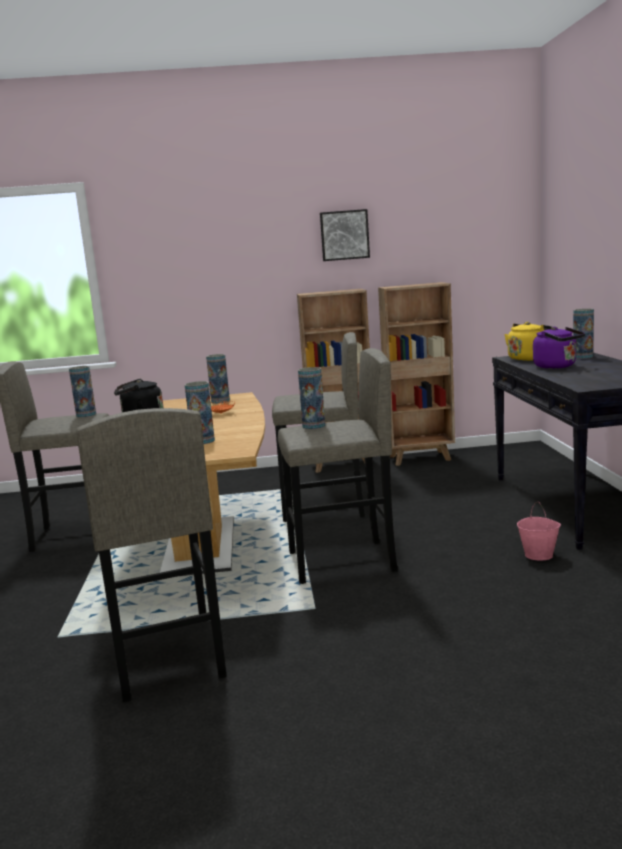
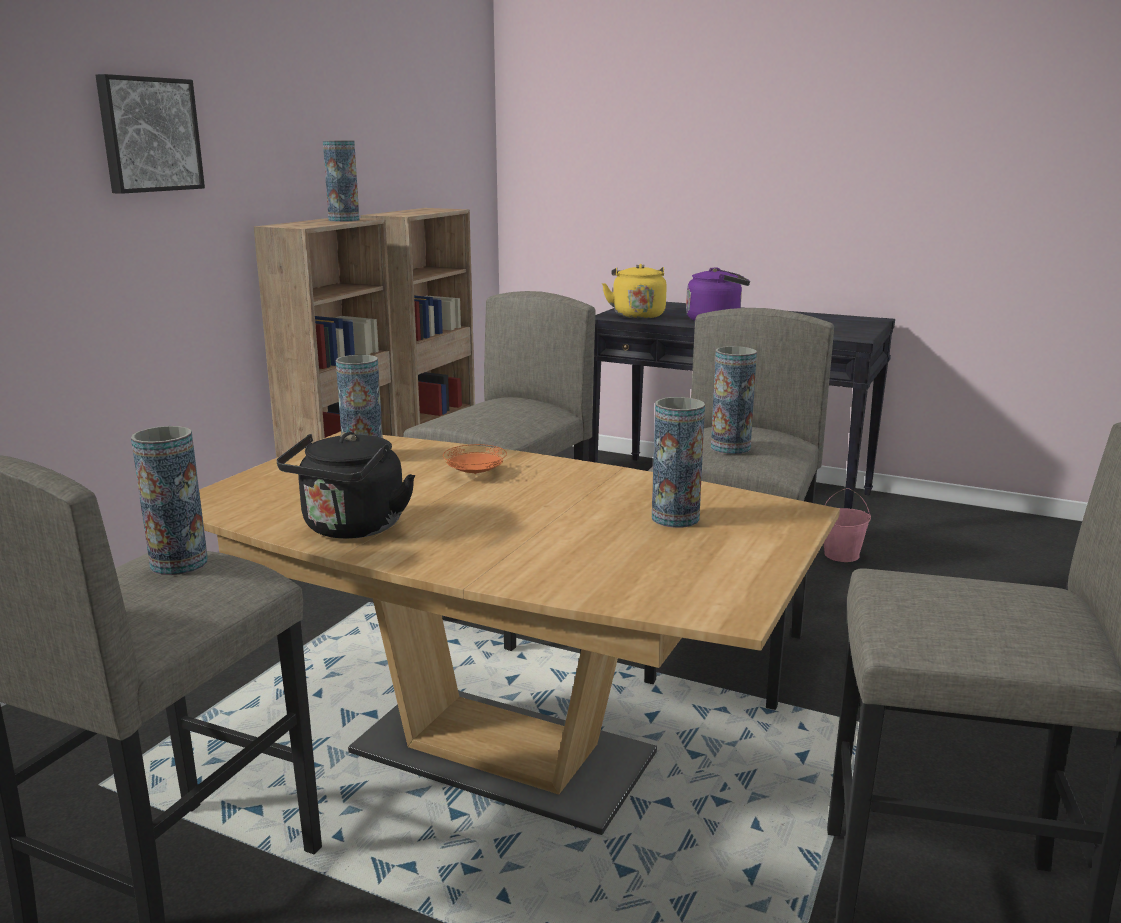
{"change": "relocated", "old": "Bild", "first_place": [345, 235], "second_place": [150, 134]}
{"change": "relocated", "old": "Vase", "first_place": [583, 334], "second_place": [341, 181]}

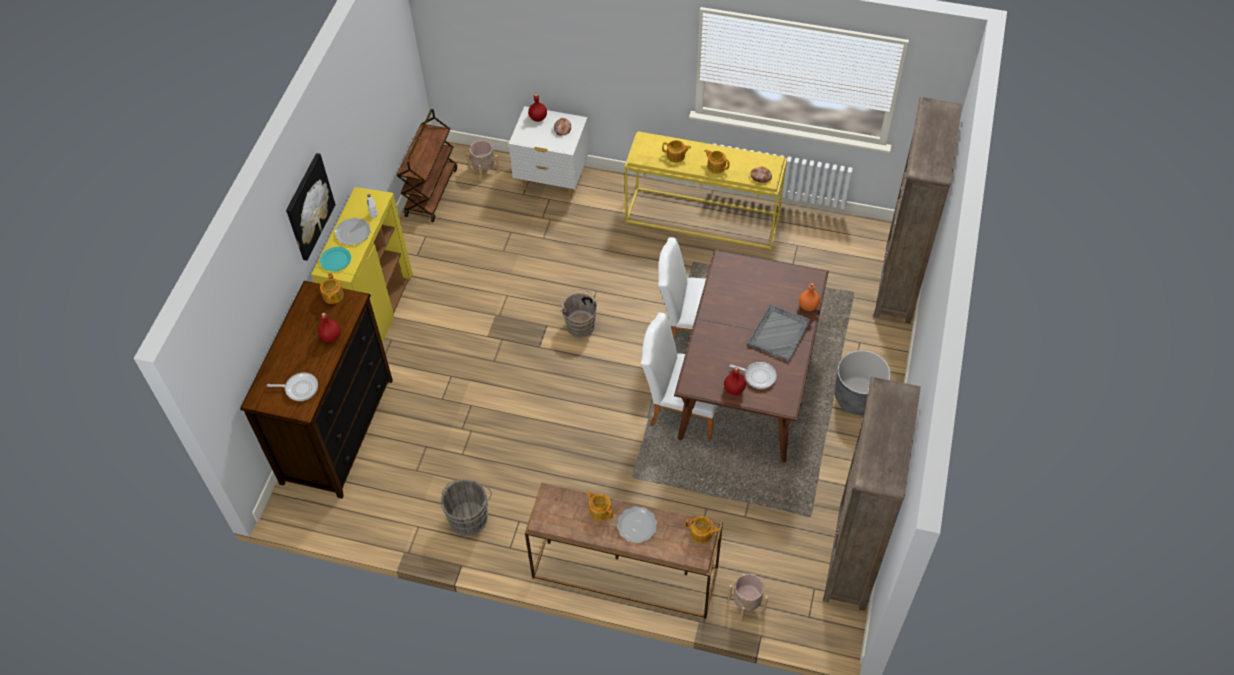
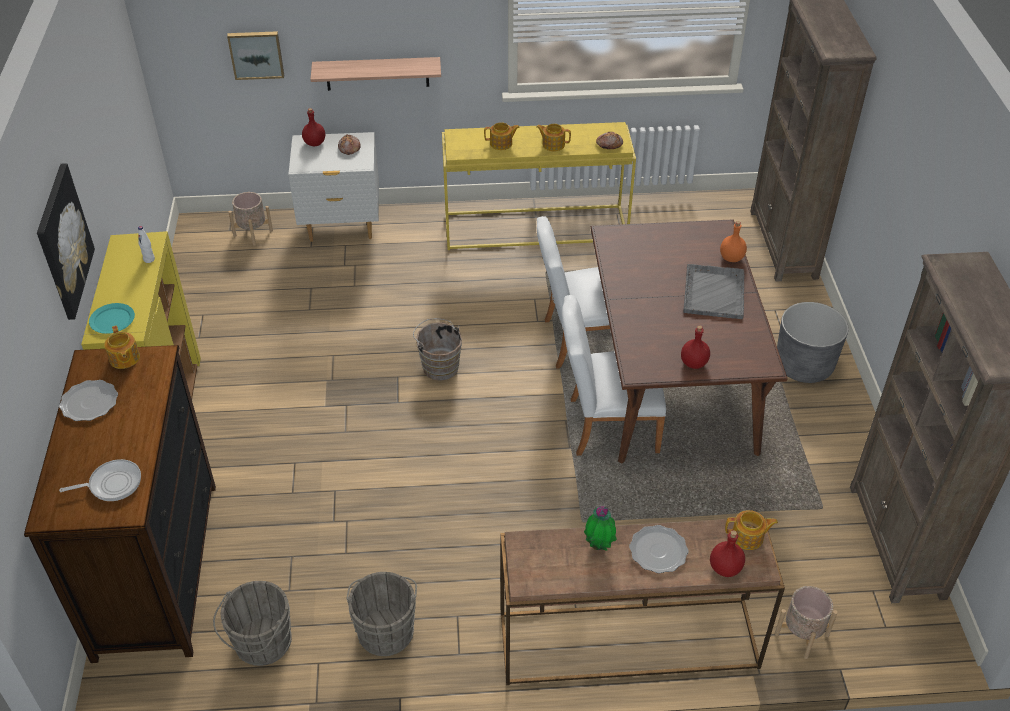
{"change": "relocated", "old": "Flasche (rot)", "first_place": [329, 327], "second_place": [727, 553]}
{"change": "relocated", "old": "Teller", "first_place": [353, 231], "second_place": [88, 400]}
{"change": "missing", "old": "Rollwagen (braun)", "first_place": [427, 165]}
{"change": "exchanged", "old": "Teekanne", "new": "Topfpflanze", "first_place": [599, 506], "second_place": [600, 528]}
{"change": "missing", "old": "Pfanne", "first_place": [753, 375]}
{"change": "appeared", "new": "Eimer (grau)", "second_place": [252, 623]}
{"change": "appeared", "new": "Bild", "second_place": [255, 55]}
{"change": "appeared", "new": "Wandregal", "second_place": [375, 74]}

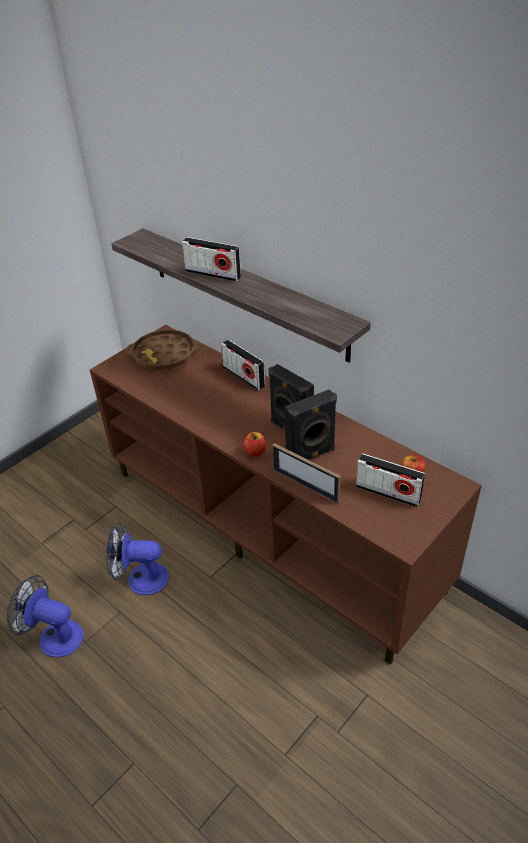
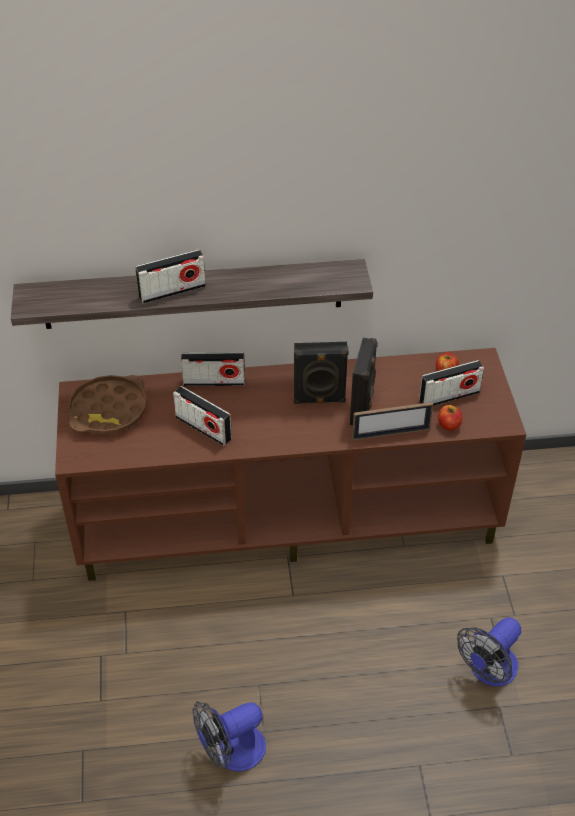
{"change": "relocated", "old": "Ventilator", "first_place": [137, 559], "second_place": [489, 651]}
{"change": "relocated", "old": "Apfel", "first_place": [254, 444], "second_place": [450, 418]}
{"change": "appeared", "new": "Radio", "second_place": [202, 416]}

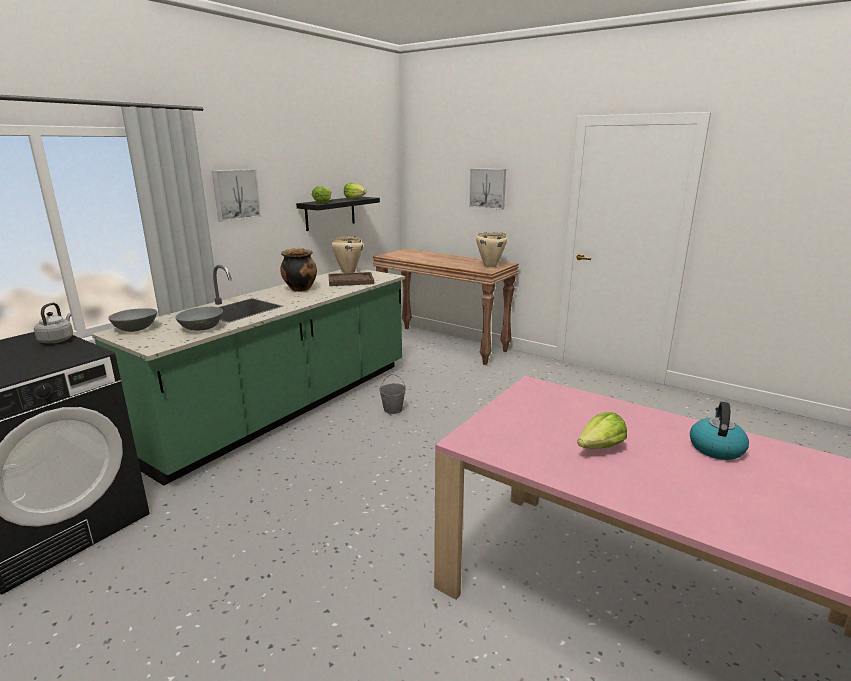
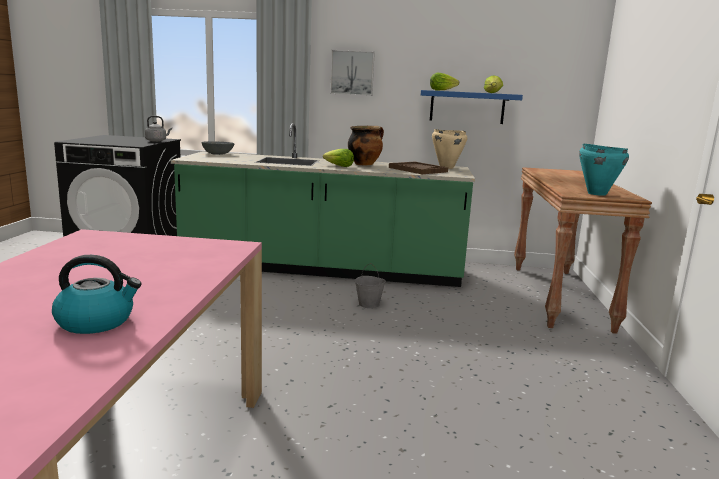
{"change": "missing", "old": "Schüssel (grau)", "first_place": [199, 318]}
{"change": "colour", "old": "Wandregal (schwarz)", "new": "Wandregal (blau)", "first_place": [338, 214], "second_place": [472, 107]}
{"change": "missing", "old": "Bild", "first_place": [487, 189]}
{"change": "colour", "old": "Kochtopf (beige)", "new": "Kochtopf (türkis)", "first_place": [491, 250], "second_place": [604, 170]}
{"change": "relocated", "old": "Salatkopf", "first_place": [602, 430], "second_place": [338, 158]}

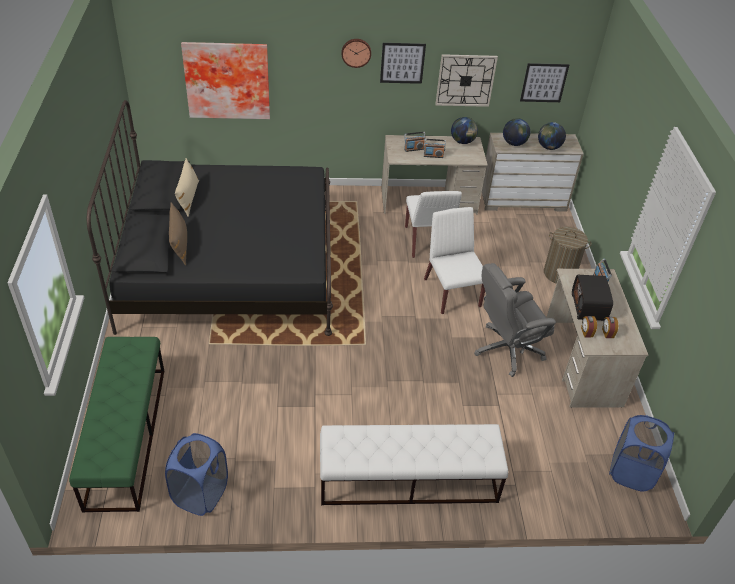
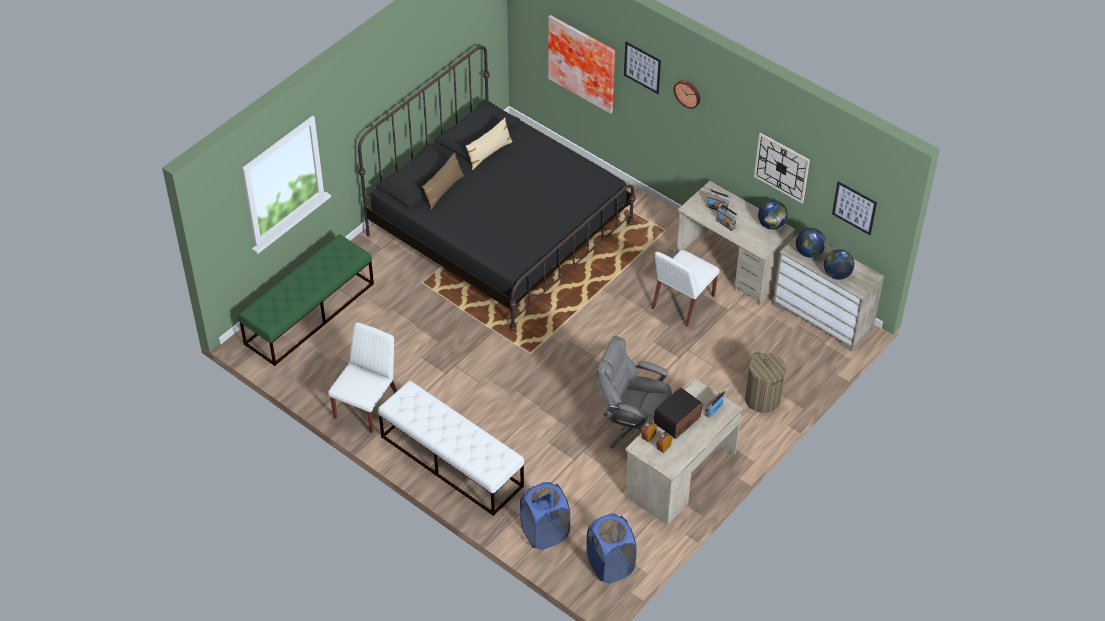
{"change": "relocated", "old": "Wäschekorb (blau)", "first_place": [196, 474], "second_place": [545, 516]}
{"change": "relocated", "old": "Bild", "first_place": [403, 63], "second_place": [642, 68]}
{"change": "relocated", "old": "Stuhl (weiß)", "first_place": [454, 260], "second_place": [362, 377]}

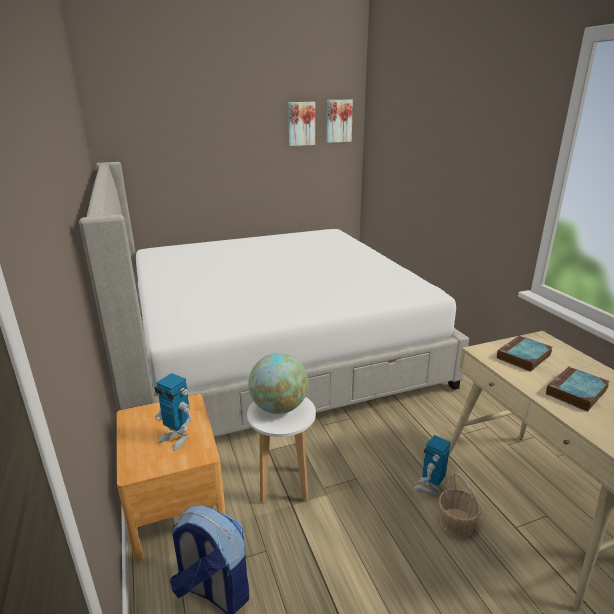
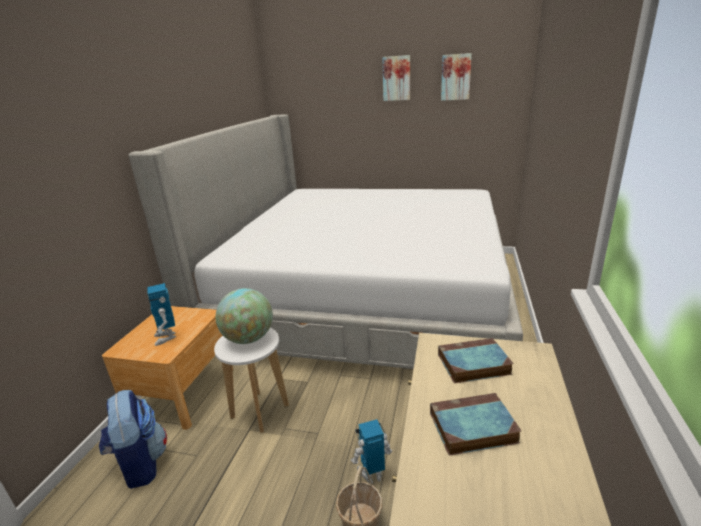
{"change": "relocated", "old": "Bild", "first_place": [340, 121], "second_place": [396, 78]}

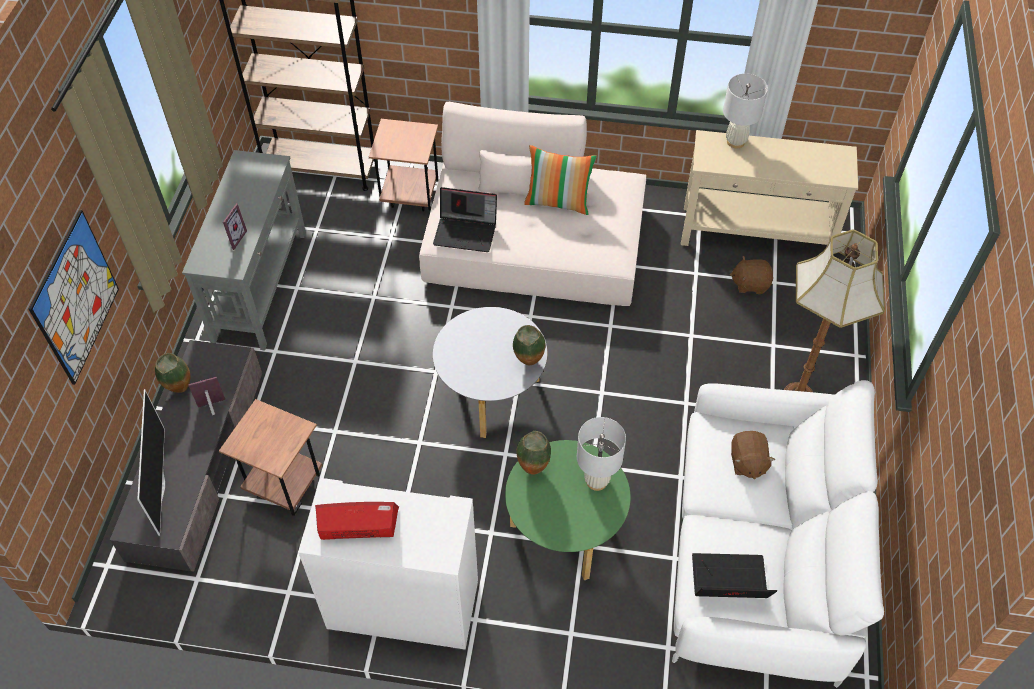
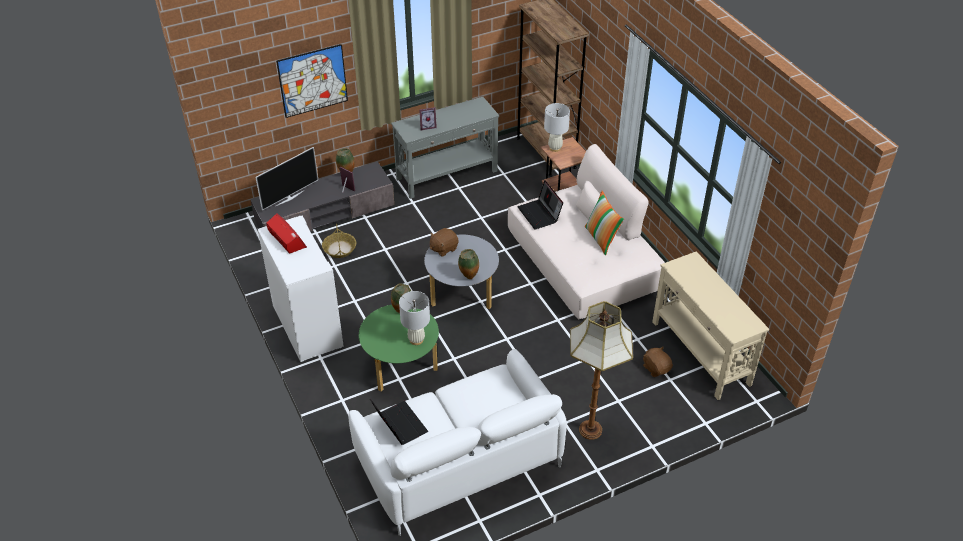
{"change": "exchanged", "old": "Beistelltisch (braun)", "new": "Korb", "first_place": [270, 457], "second_place": [339, 240]}
{"change": "relocated", "old": "Tischlampe (weiß)", "first_place": [745, 110], "second_place": [557, 127]}
{"change": "relocated", "old": "Plüschtier (braun)", "first_place": [753, 455], "second_place": [444, 242]}

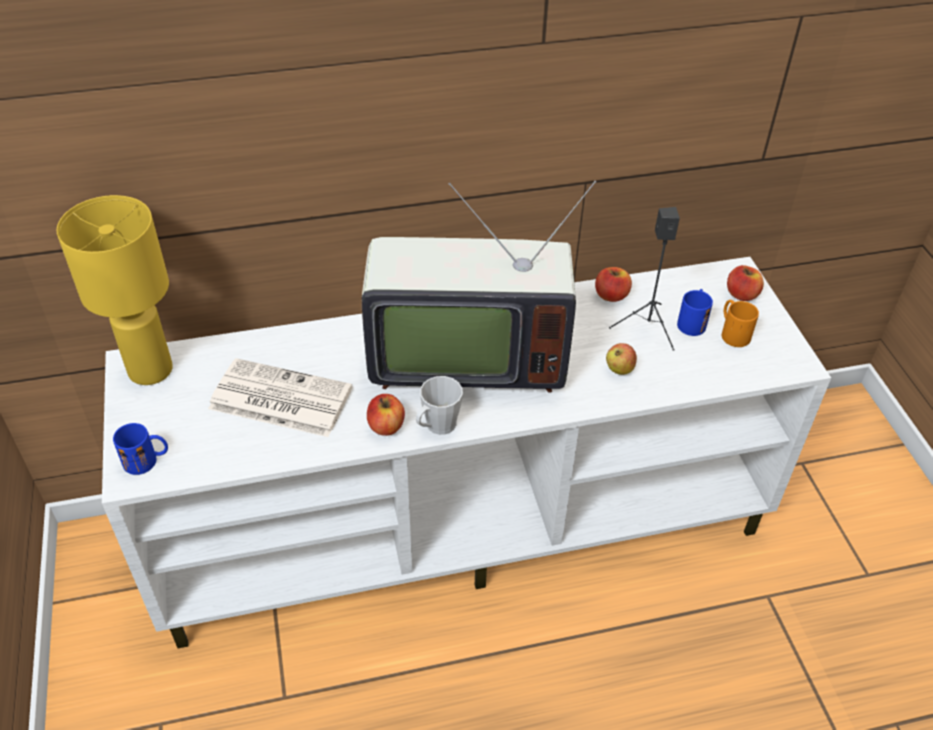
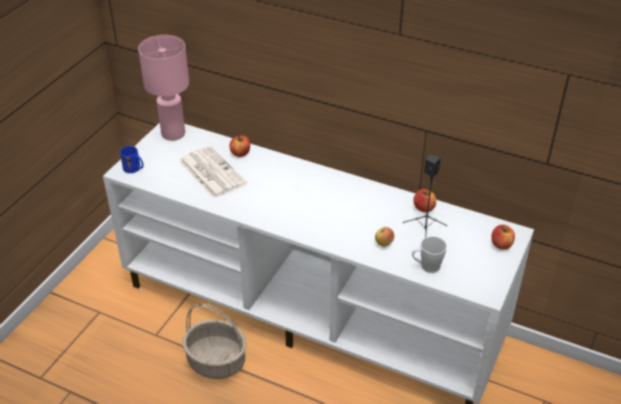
{"change": "colour", "old": "Tischlampe (gelb)", "new": "Tischlampe (rosa)", "first_place": [114, 290], "second_place": [163, 88]}
{"change": "missing", "old": "Fernseher", "first_place": [479, 287]}
{"change": "relocated", "old": "Apfel", "first_place": [386, 415], "second_place": [240, 146]}
{"change": "relocated", "old": "Henkelbecher (grau)", "first_place": [439, 405], "second_place": [429, 254]}
{"change": "missing", "old": "Henkelbecher (blau)", "first_place": [695, 312]}
{"change": "missing", "old": "Henkelbecher (orange)", "first_place": [740, 323]}
{"change": "appeared", "new": "Korb", "second_place": [214, 341]}

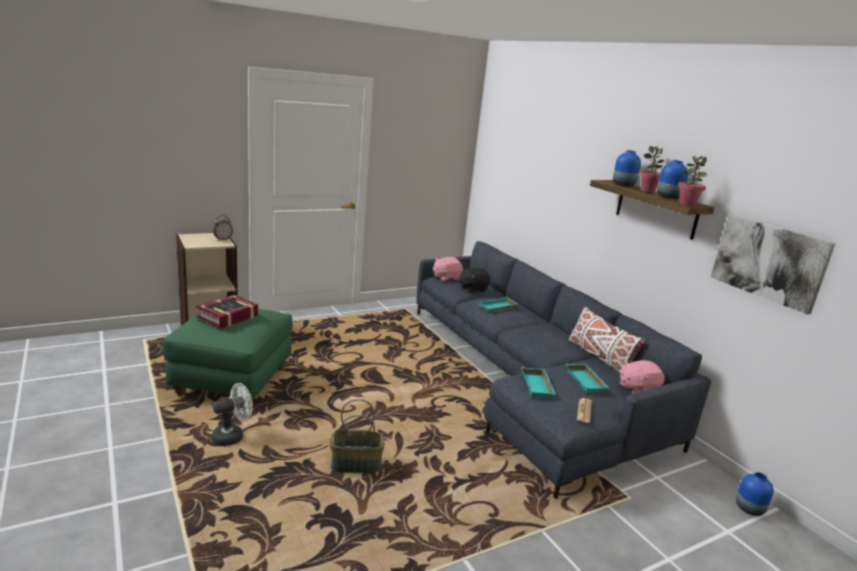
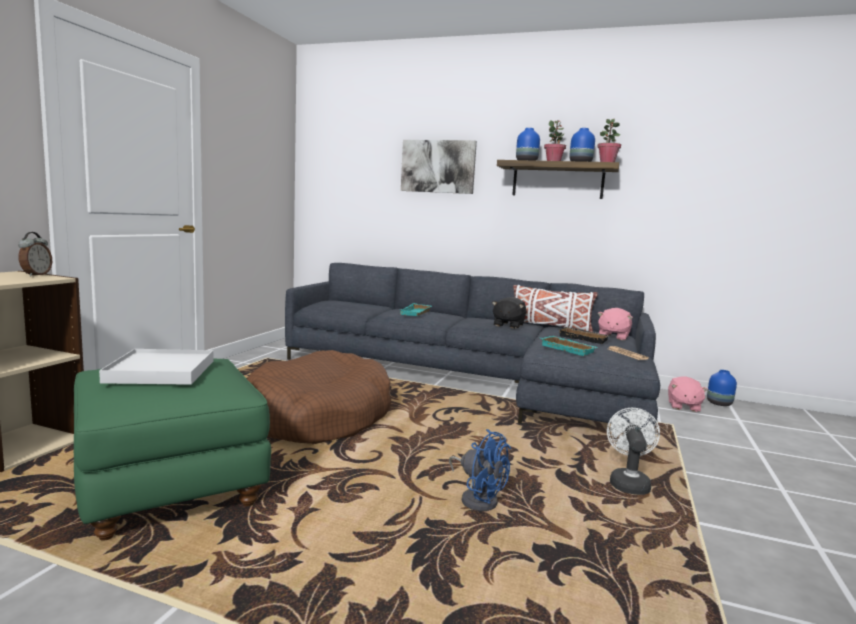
{"change": "exchanged", "old": "Buch", "new": "Tablett (weiß)", "first_place": [227, 312], "second_place": [156, 367]}
{"change": "relocated", "old": "Ventilator (weiß)", "first_place": [232, 414], "second_place": [633, 451]}
{"change": "exchanged", "old": "Korb", "new": "Ventilator (blau)", "first_place": [358, 436], "second_place": [480, 470]}
{"change": "relocated", "old": "Plüschtier (rosa)", "first_place": [448, 269], "second_place": [688, 394]}
{"change": "relocated", "old": "Plüschtier (schwarz)", "first_place": [474, 280], "second_place": [509, 313]}
{"change": "colour", "old": "Tablett (türkis)", "new": "Tablett (schwarz)", "first_place": [587, 378], "second_place": [584, 335]}
{"change": "relocated", "old": "Bild", "first_place": [773, 265], "second_place": [439, 167]}
{"change": "appeared", "new": "Hundebett (braun)", "second_place": [319, 397]}

